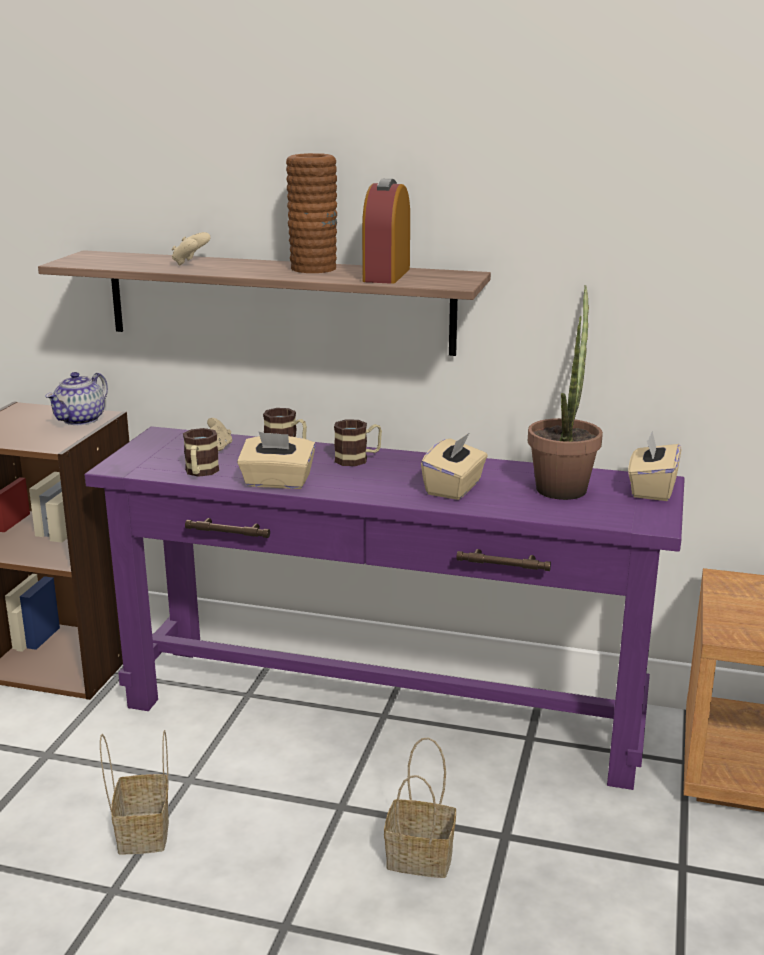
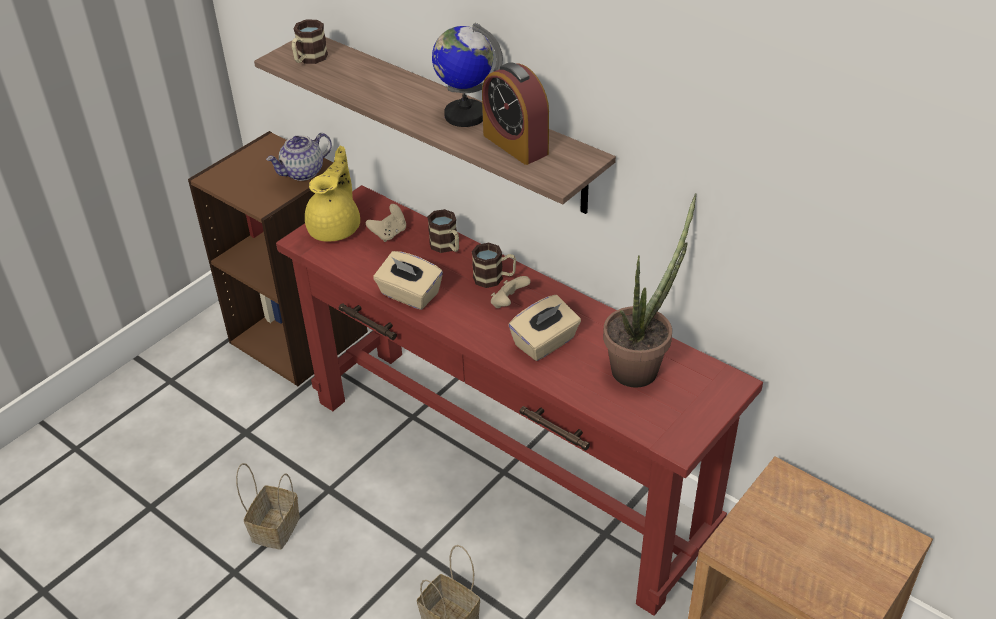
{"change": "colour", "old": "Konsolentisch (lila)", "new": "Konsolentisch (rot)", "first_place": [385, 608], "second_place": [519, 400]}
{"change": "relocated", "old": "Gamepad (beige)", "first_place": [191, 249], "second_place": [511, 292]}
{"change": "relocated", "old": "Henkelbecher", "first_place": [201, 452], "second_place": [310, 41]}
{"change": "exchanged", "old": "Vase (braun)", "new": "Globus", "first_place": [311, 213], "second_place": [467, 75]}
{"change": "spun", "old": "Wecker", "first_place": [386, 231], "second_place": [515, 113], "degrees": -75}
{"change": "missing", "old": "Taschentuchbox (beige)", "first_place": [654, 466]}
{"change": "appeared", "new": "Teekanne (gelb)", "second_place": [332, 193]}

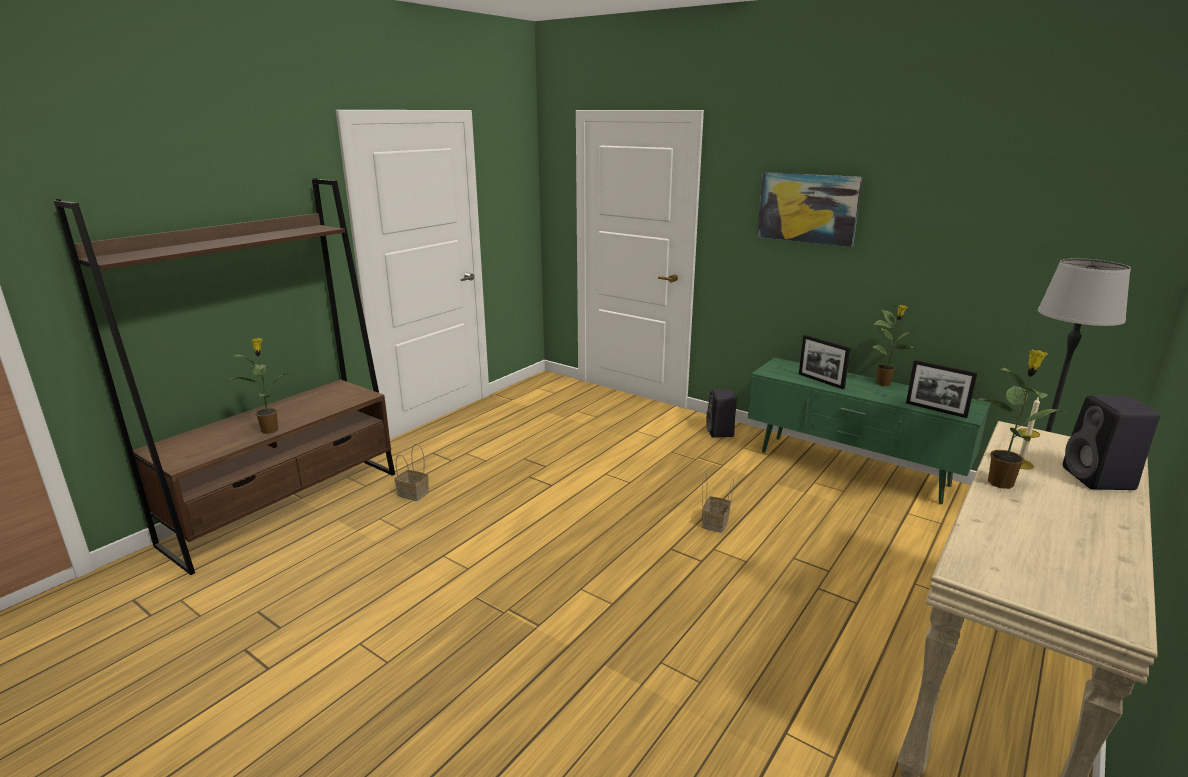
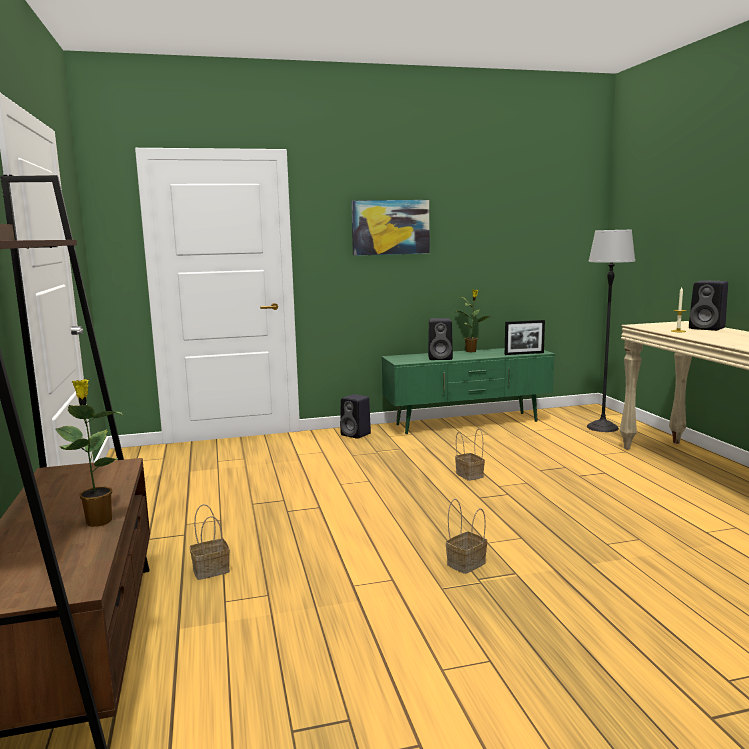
{"change": "exchanged", "old": "Bilderrahmen", "new": "Lautsprecher (schwarz)", "first_place": [825, 362], "second_place": [440, 339]}
{"change": "missing", "old": "Topfpflanze", "first_place": [1022, 419]}
{"change": "appeared", "new": "Korb", "second_place": [466, 536]}

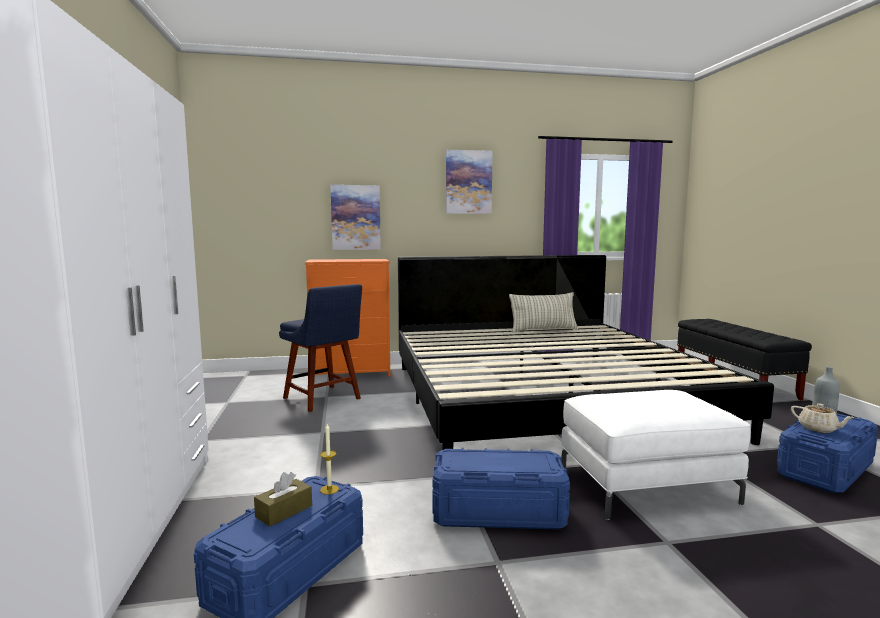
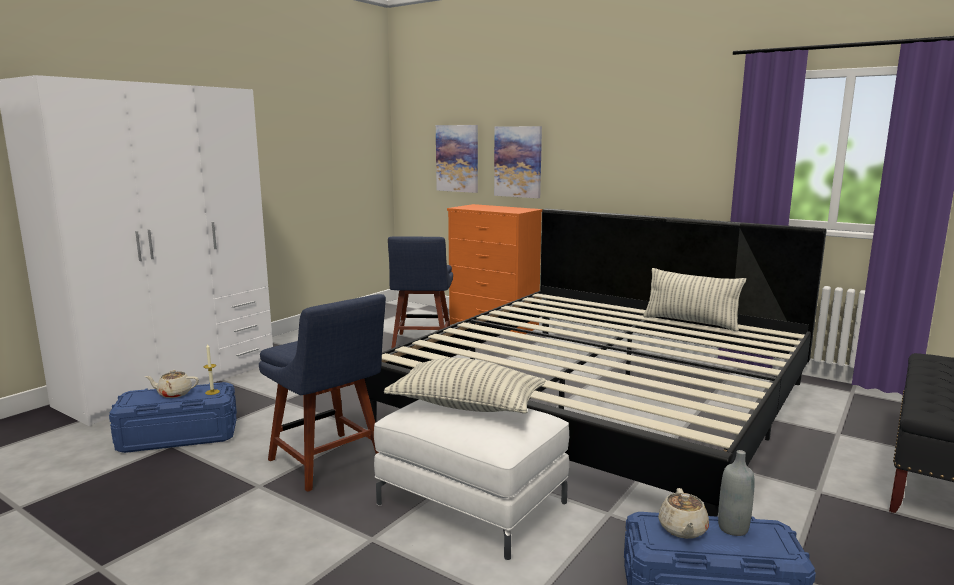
{"change": "exchanged", "old": "Taschentuchbox (braun)", "new": "Teekanne (beige)", "first_place": [283, 499], "second_place": [171, 384]}
{"change": "exchanged", "old": "Aufbewahrungsbox (blau)", "new": "Stuhl (blau)", "first_place": [501, 488], "second_place": [322, 393]}
{"change": "relocated", "old": "Bild", "first_place": [469, 182], "second_place": [457, 159]}
{"change": "appeared", "new": "Kissen", "second_place": [465, 386]}

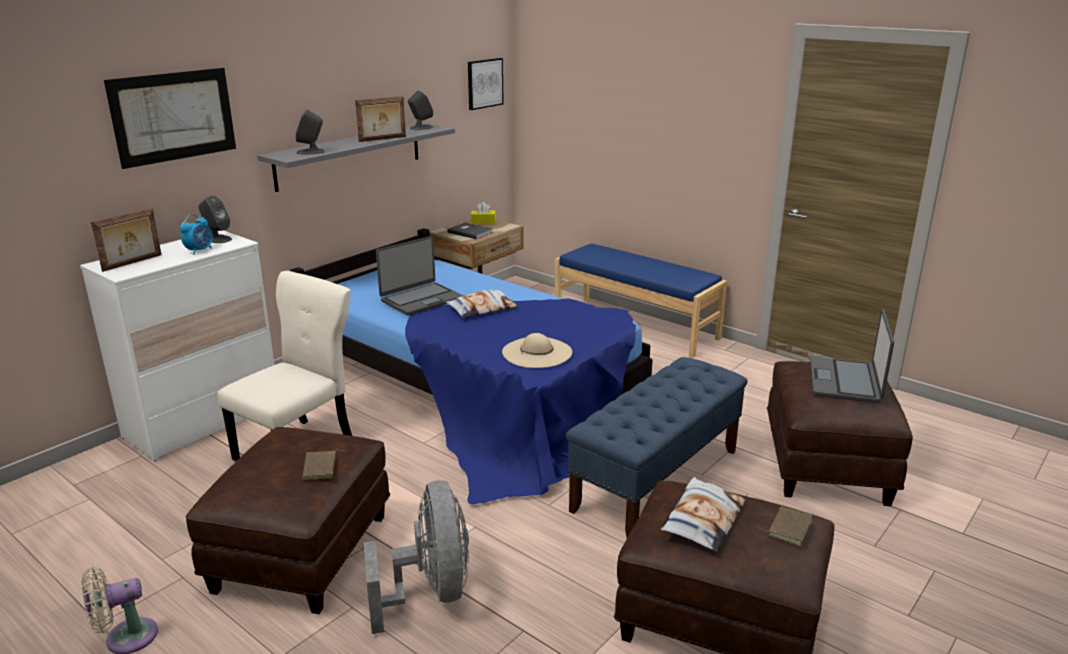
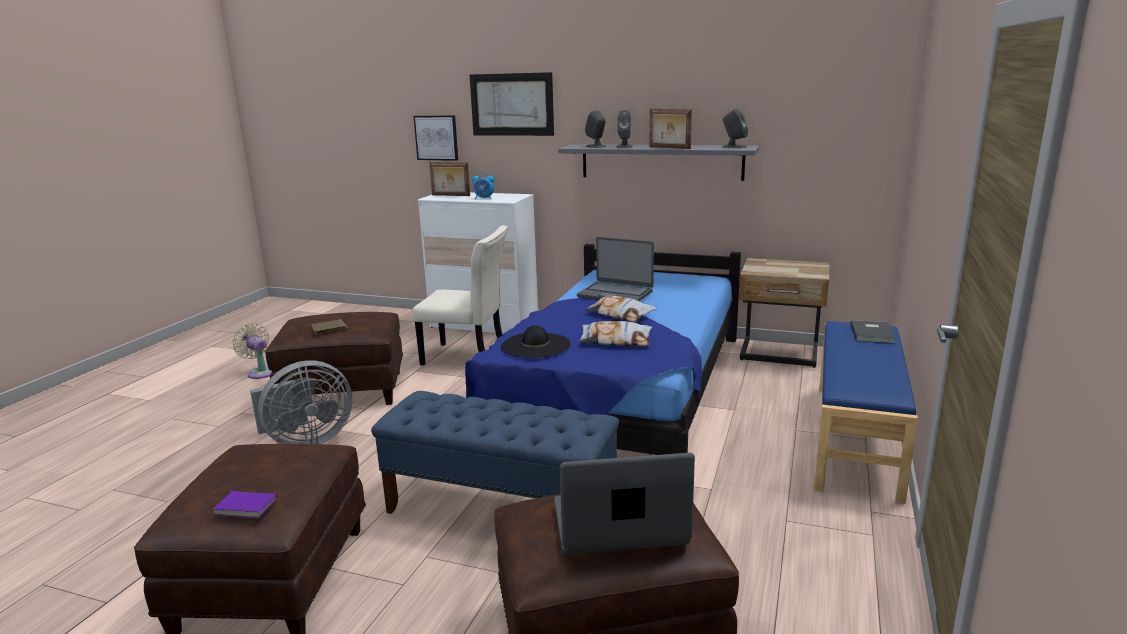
{"change": "relocated", "old": "Lautsprecher (grau)", "first_place": [215, 219], "second_place": [624, 129]}
{"change": "relocated", "old": "Buch (grau)", "first_place": [470, 231], "second_place": [873, 331]}
{"change": "relocated", "old": "Bild", "first_place": [486, 84], "second_place": [435, 138]}
{"change": "missing", "old": "Taschentuchbox (gelb)", "first_place": [483, 213]}
{"change": "colour", "old": "Hut (beige)", "new": "Hut (schwarz)", "first_place": [537, 350], "second_place": [536, 341]}
{"change": "relocated", "old": "Kissen", "first_place": [703, 514], "second_place": [615, 333]}
{"change": "colour", "old": "Buch (braun)", "new": "Buch (lila)", "first_place": [786, 526], "second_place": [245, 502]}

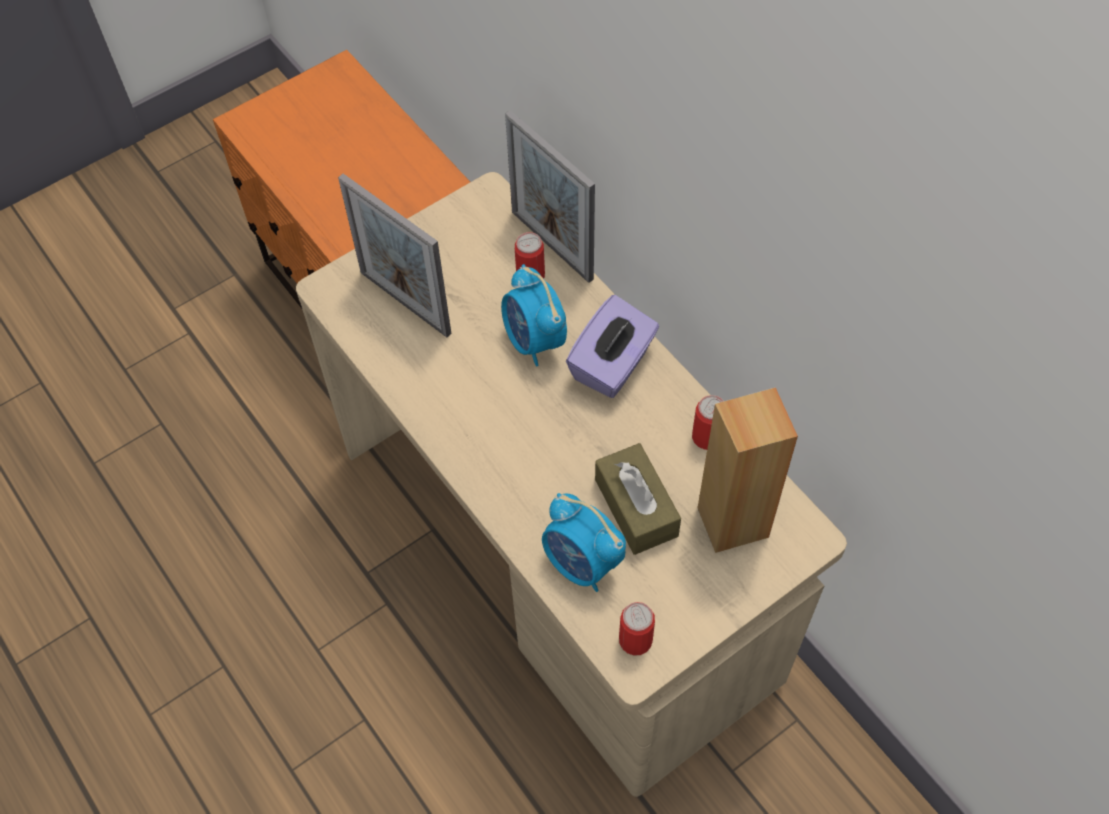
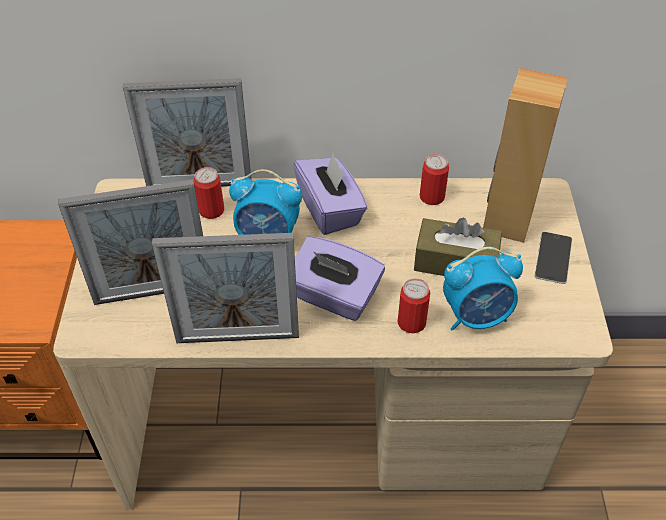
{"change": "relocated", "old": "Dose", "first_place": [637, 628], "second_place": [414, 305]}
{"change": "appeared", "new": "Bilderrahmen", "second_place": [225, 288]}
{"change": "appeared", "new": "Taschentuchbox (lila)", "second_place": [340, 278]}
{"change": "appeared", "new": "Handy", "second_place": [553, 258]}

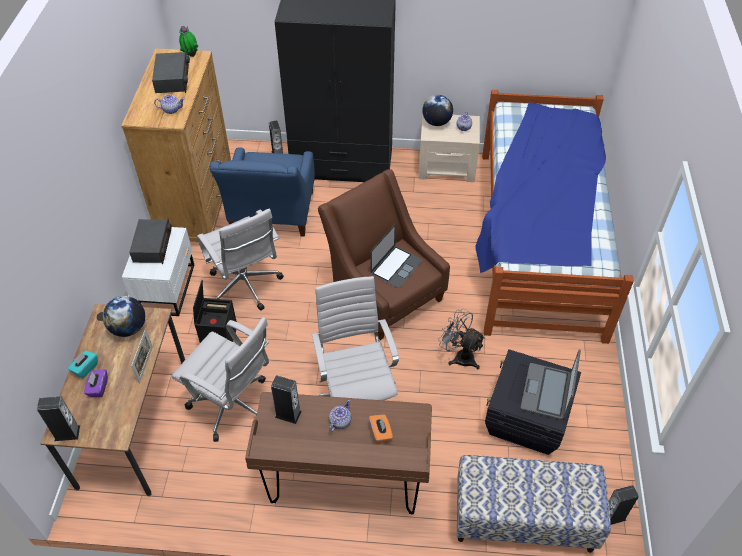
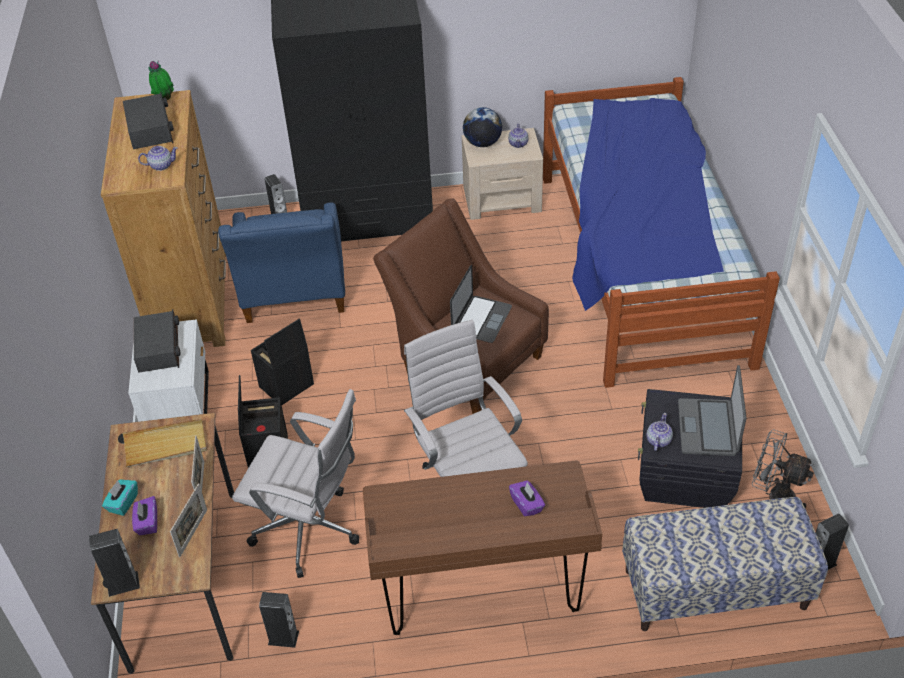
{"change": "exchanged", "old": "Globus", "new": "Tablett (beige)", "first_place": [124, 316], "second_place": [164, 443]}
{"change": "exchanged", "old": "Bürostuhl (weiß)", "new": "Aufbewahrungsbox (schwarz)", "first_place": [240, 259], "second_place": [282, 361]}
{"change": "relocated", "old": "Lautsprecher", "first_place": [286, 399], "second_place": [279, 620]}
{"change": "relocated", "old": "Teekanne", "first_place": [340, 415], "second_place": [660, 432]}
{"change": "colour", "old": "Taschentuchbox (orange)", "new": "Taschentuchbox (lila)", "first_place": [381, 429], "second_place": [527, 498]}
{"change": "relocated", "old": "Ventilator (grau)", "first_place": [461, 338], "second_place": [783, 469]}
{"change": "appeared", "new": "Bilderrahmen", "second_place": [188, 520]}

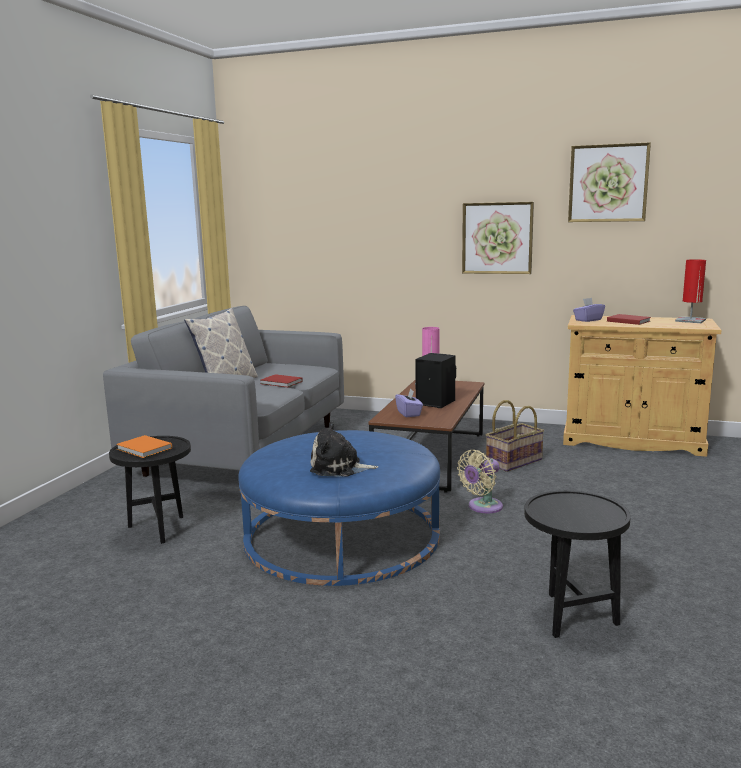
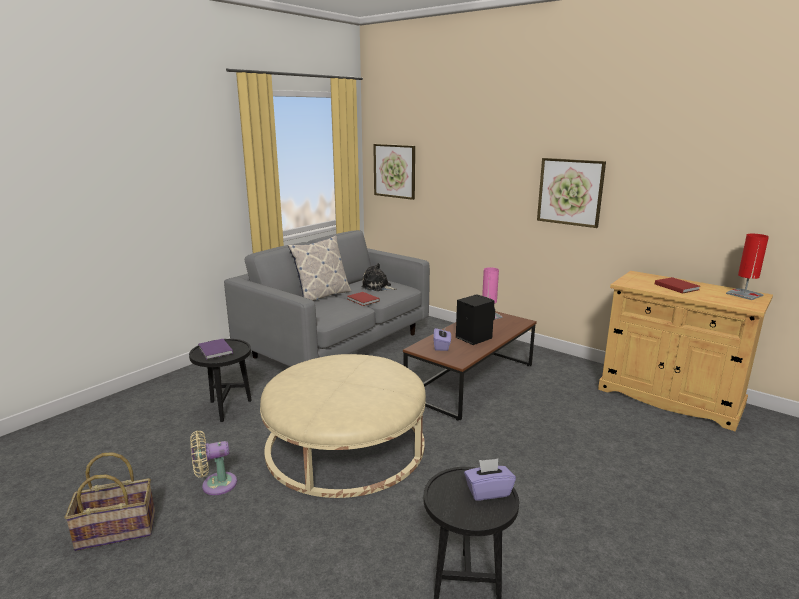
{"change": "colour", "old": "Buch (orange)", "new": "Buch (lila)", "first_place": [144, 446], "second_place": [215, 349]}
{"change": "colour", "old": "Polsterhocker (blau)", "new": "Polsterhocker (beige)", "first_place": [339, 508], "second_place": [343, 426]}
{"change": "relocated", "old": "Plüschtier", "first_place": [344, 449], "second_place": [379, 277]}
{"change": "relocated", "old": "Ventilator (beige)", "first_place": [480, 481], "second_place": [213, 462]}
{"change": "relocated", "old": "Korb", "first_place": [515, 436], "second_place": [109, 501]}
{"change": "relocated", "old": "Bild", "first_place": [609, 182], "second_place": [394, 172]}
{"change": "relocated", "old": "Taschentuchbox (lila)", "first_place": [589, 310], "second_place": [490, 480]}

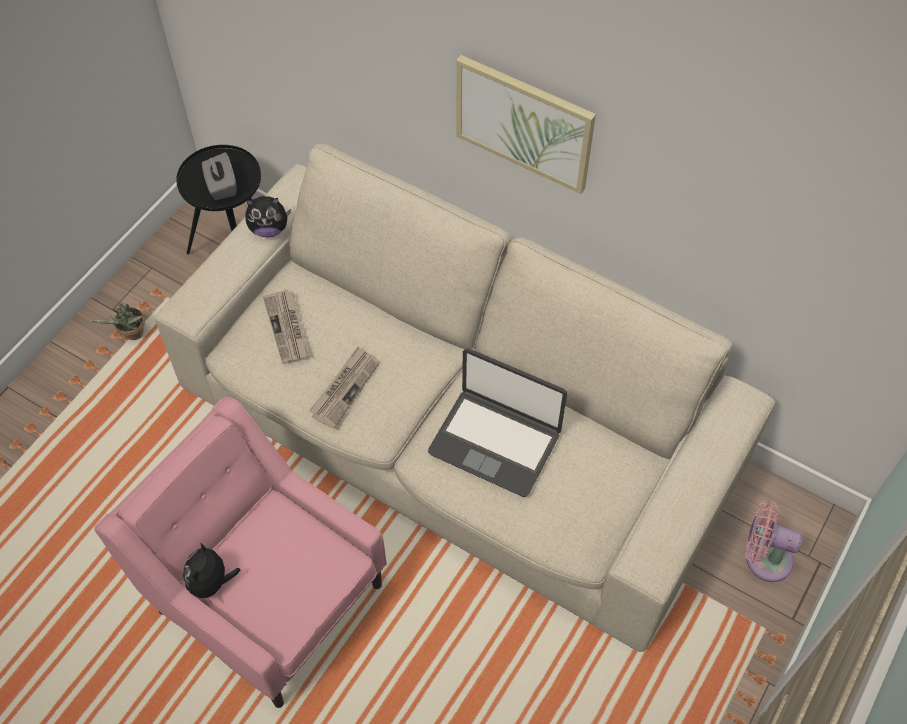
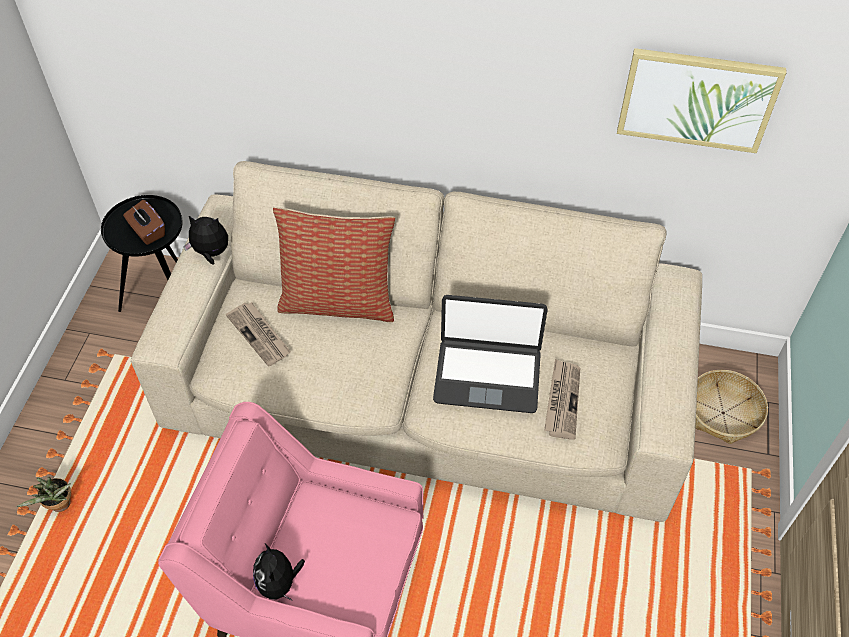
{"change": "relocated", "old": "Topfpflanze", "first_place": [118, 321], "second_place": [43, 494]}
{"change": "colour", "old": "Taschentuchbox (grau)", "new": "Taschentuchbox (braun)", "first_place": [219, 176], "second_place": [144, 222]}
{"change": "spun", "old": "Plüschtier", "first_place": [268, 217], "second_place": [205, 240], "degrees": -150}
{"change": "relocated", "old": "Zeitung", "first_place": [344, 388], "second_place": [562, 399]}
{"change": "relocated", "old": "Bild", "first_place": [526, 124], "second_place": [701, 100]}
{"change": "exchanged", "old": "Ventilator (rosa)", "new": "Korb", "first_place": [774, 541], "second_place": [731, 407]}
{"change": "appeared", "new": "Kissen", "second_place": [334, 264]}

